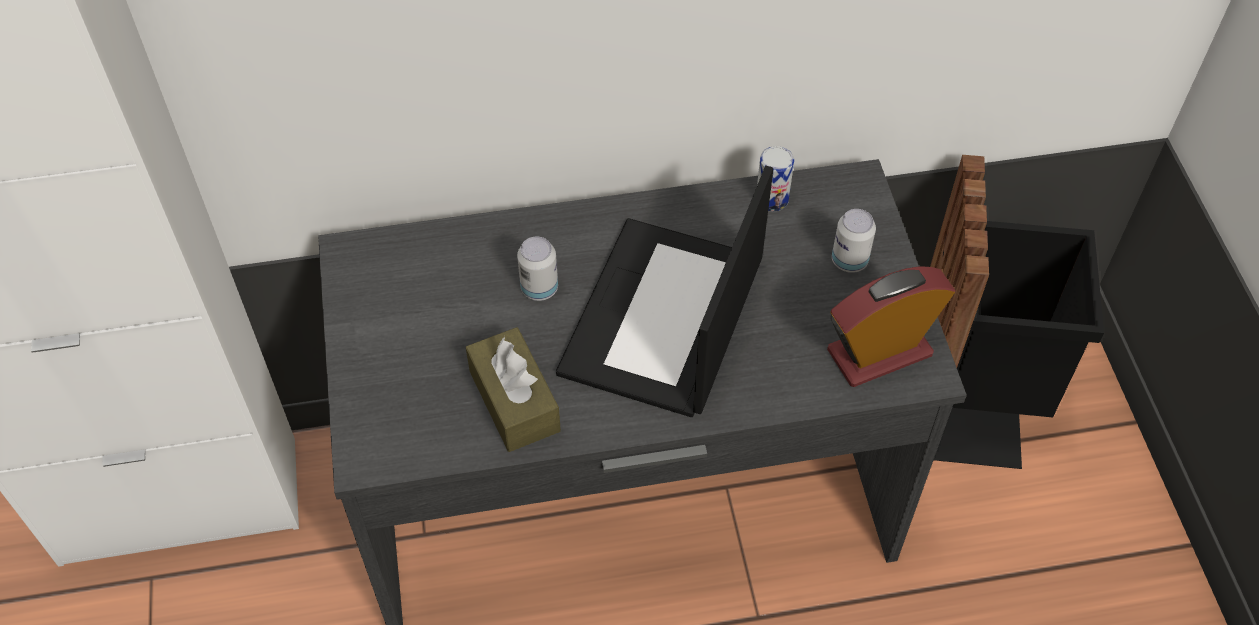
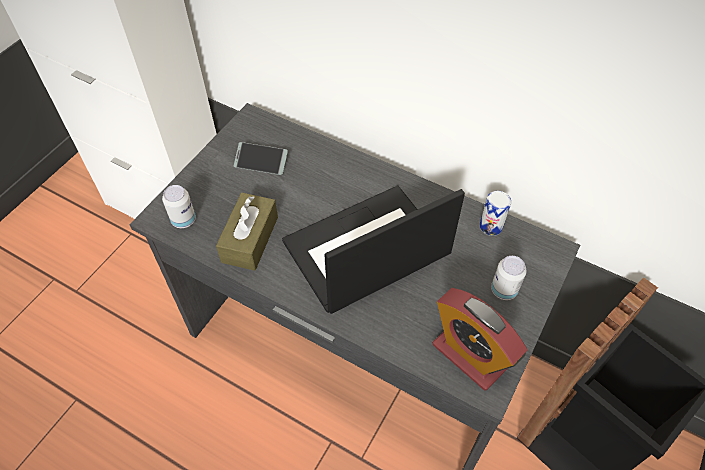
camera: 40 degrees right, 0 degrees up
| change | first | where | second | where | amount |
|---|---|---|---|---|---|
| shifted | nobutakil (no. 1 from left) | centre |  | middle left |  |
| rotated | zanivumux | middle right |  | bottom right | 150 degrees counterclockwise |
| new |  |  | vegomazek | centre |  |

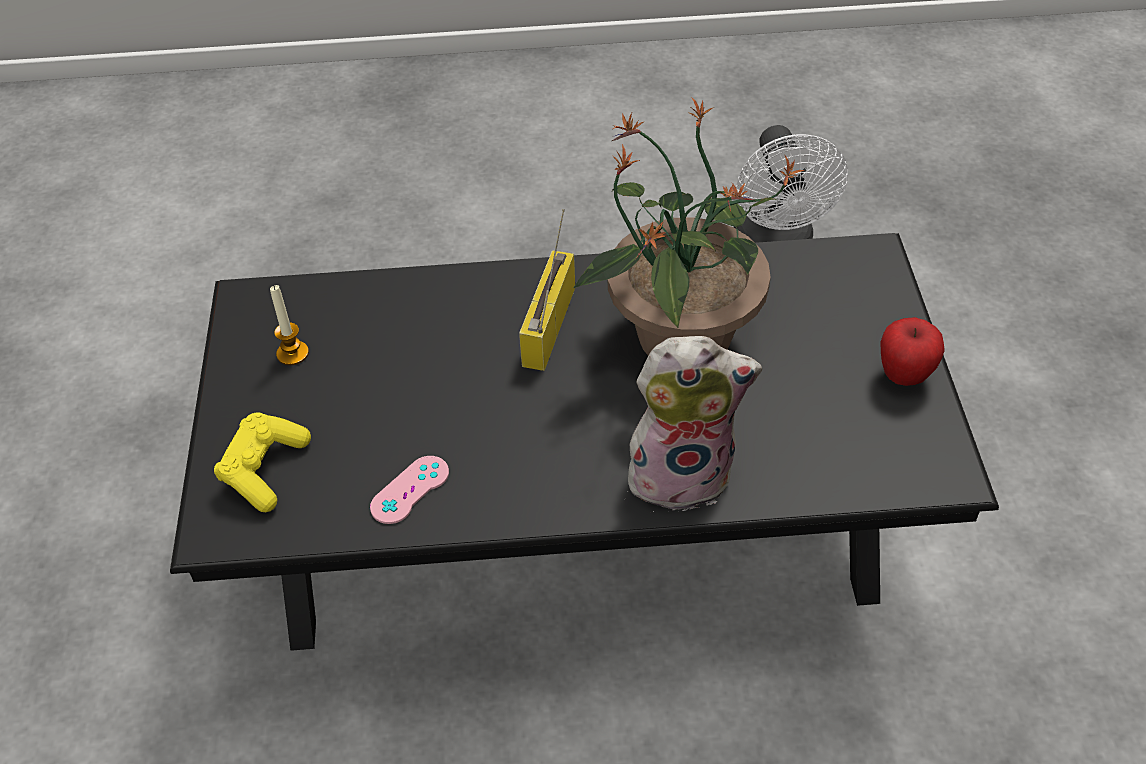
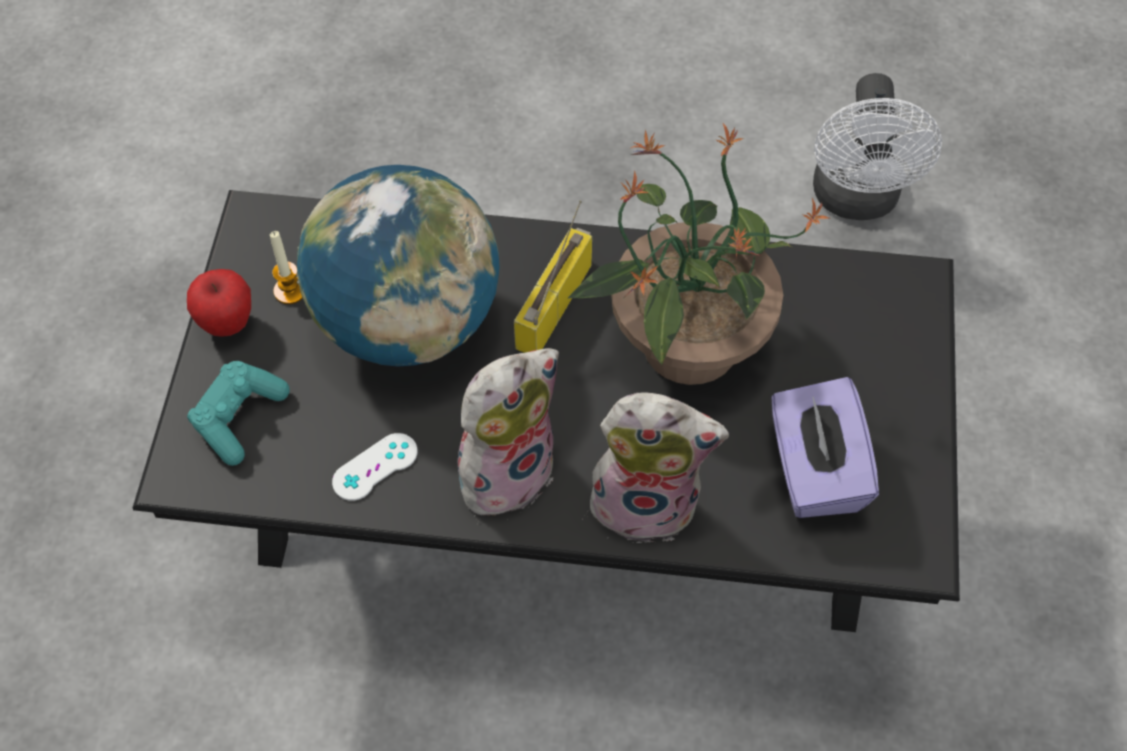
camera: 10 degrees right, 10 degrees up
| change | first | where | second | where | amount |
|---|---|---|---|---|---|
| repainted | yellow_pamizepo | middle left | turquoise_pamizepo | middle left |  |
| repainted | pink_pamizepo | centre | white_pamizepo | middle left |  |
| shifted | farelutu | middle right |  | middle left |  |
| new |  |  | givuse | centre |  |
| new |  |  | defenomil (no. 1 from left) | centre |  |
| new |  |  | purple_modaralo | middle right |  |

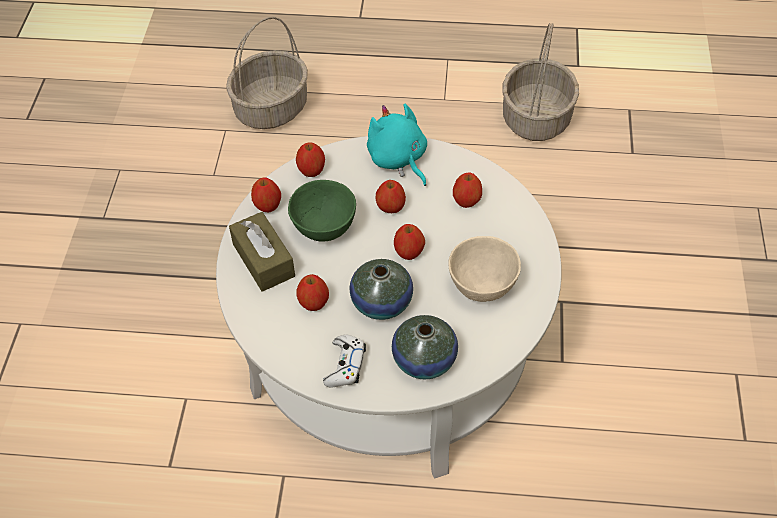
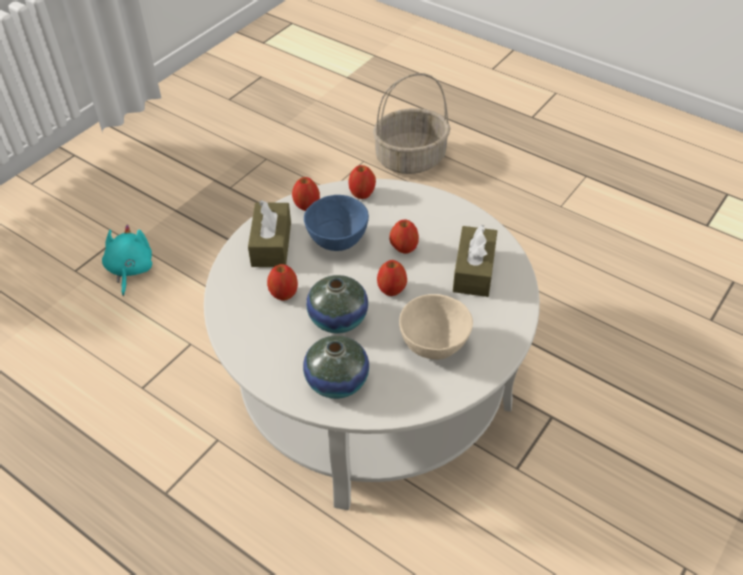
camera: 30 degrees right, 5 degrees down
| change | first | where | second | where | amount |
|---|---|---|---|---|---|
| repainted | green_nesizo | centre | blue_nesizo | centre |  |
| gone | white_pamizepo | bottom centre |  |  |  |
| shifted | turquoise_defenomil | top centre |  | middle left |  |
| swapped | farelutu (no. 6 from left) | centre | brown_modaralo (no. 2 from left) | centre |  |
| gone | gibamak (no. 2 from left) | top right |  |  |  |

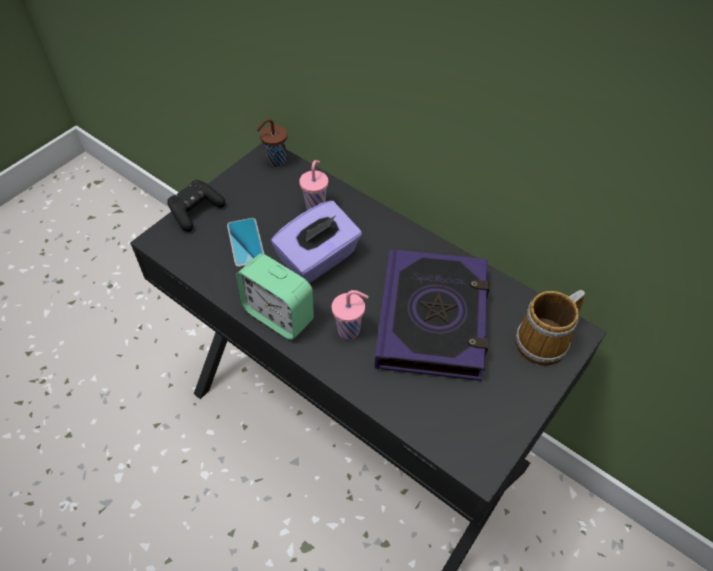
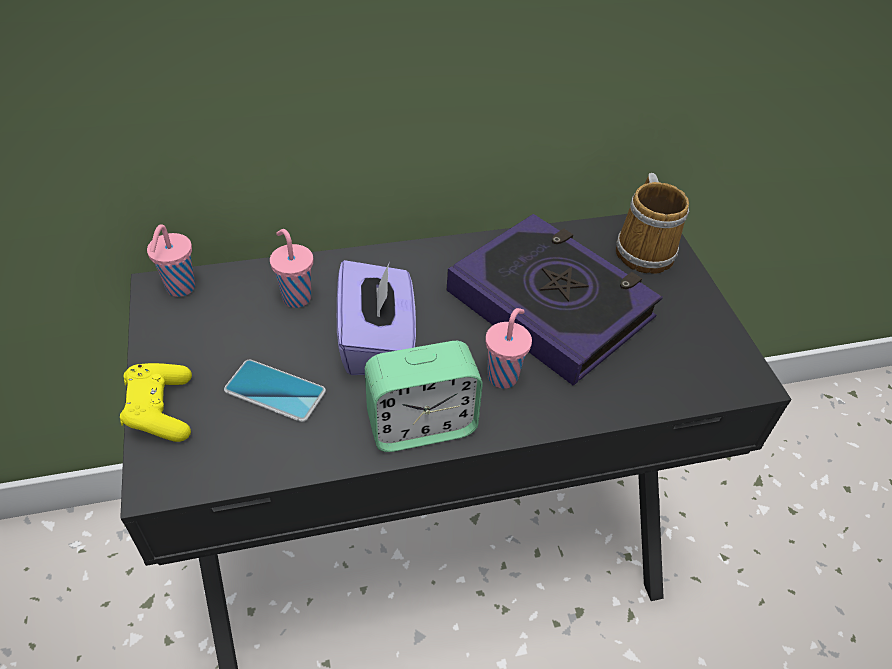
camera: 55 degrees left, 5 degrees down
| change | first | where | second | where | amount |
|---|---|---|---|---|---|
| repainted | black_pamizepo | middle left | yellow_pamizepo | middle left |  |
| repainted | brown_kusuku | top centre | pink_kusuku (no. 1 from left) | middle left |  |

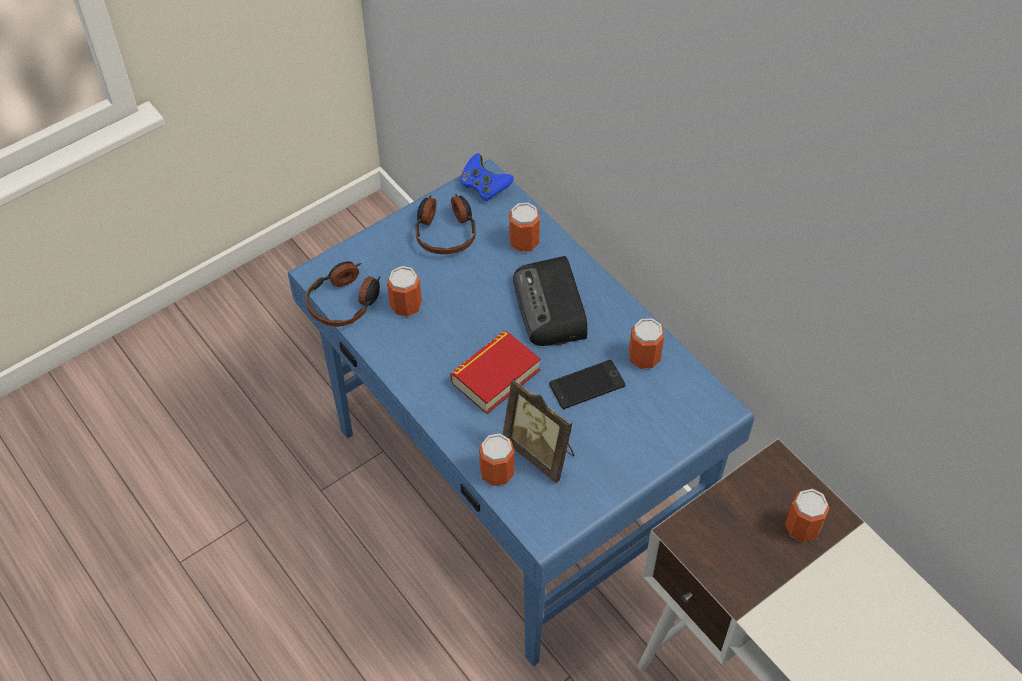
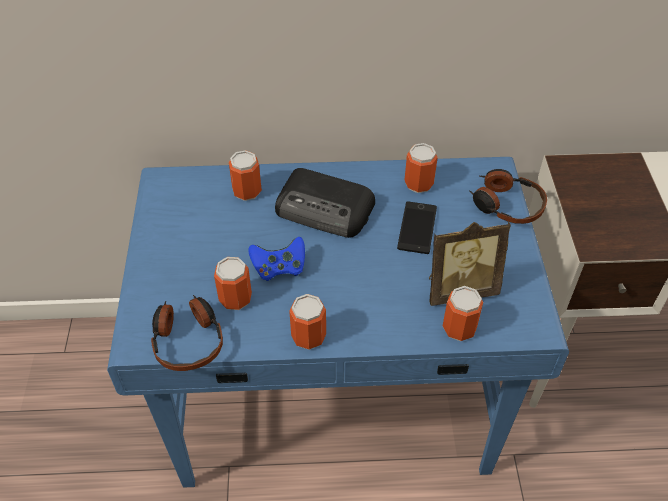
camera: 55 degrees left, 5 degrees down
| change | first | where | second | where | amount |
|---|---|---|---|---|---|
| shifted | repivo (no. 2 from left) | top centre |  | middle right |  |
| gone | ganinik | centre |  |  |  |
| shifted | blue_pamizepo | top centre |  | centre |  |
| shifted | nobutakil (no. 5 from left in the first image) | bottom right | nobutakil (no. 3 from left) | centre |  |

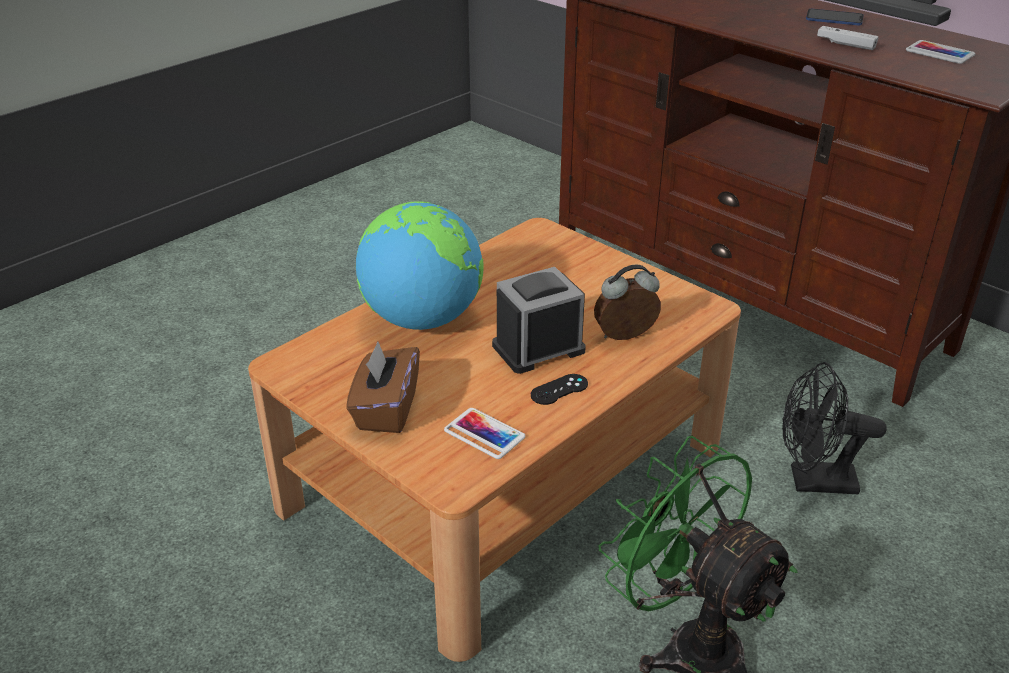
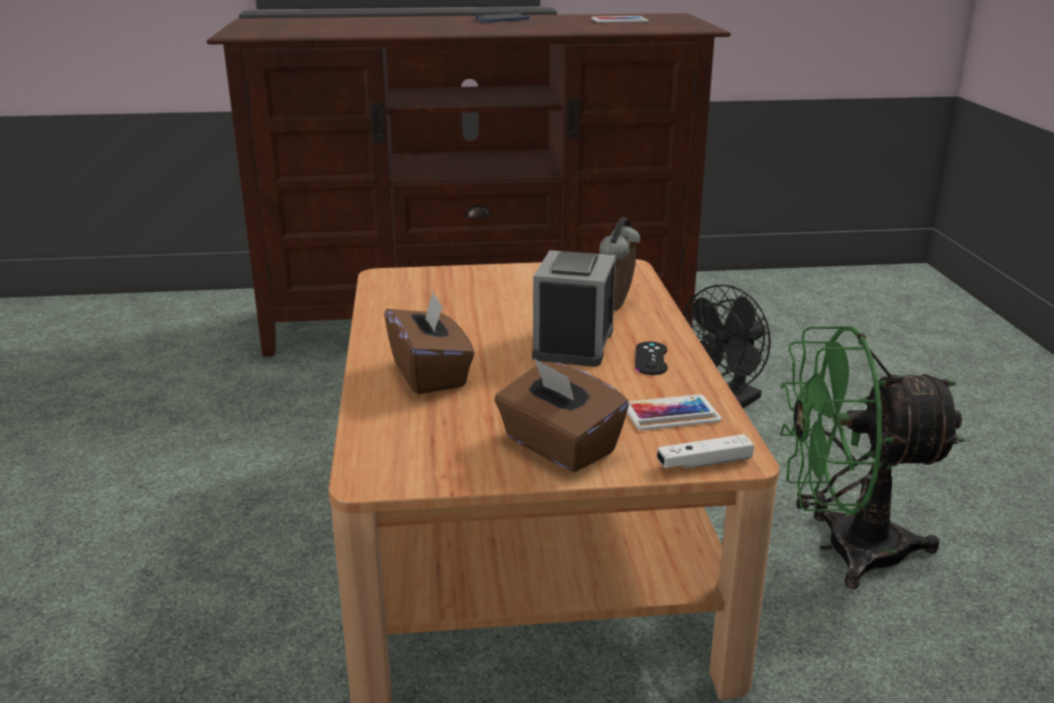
camera: 50 degrees left, 10 degrees down
| change | first | where | second | where | amount |
|---|---|---|---|---|---|
| swapped | givuse | centre | brown_modaralo (no. 1 from left) | centre |  |
| shifted | white_pamizepo | top right |  | middle right |  |

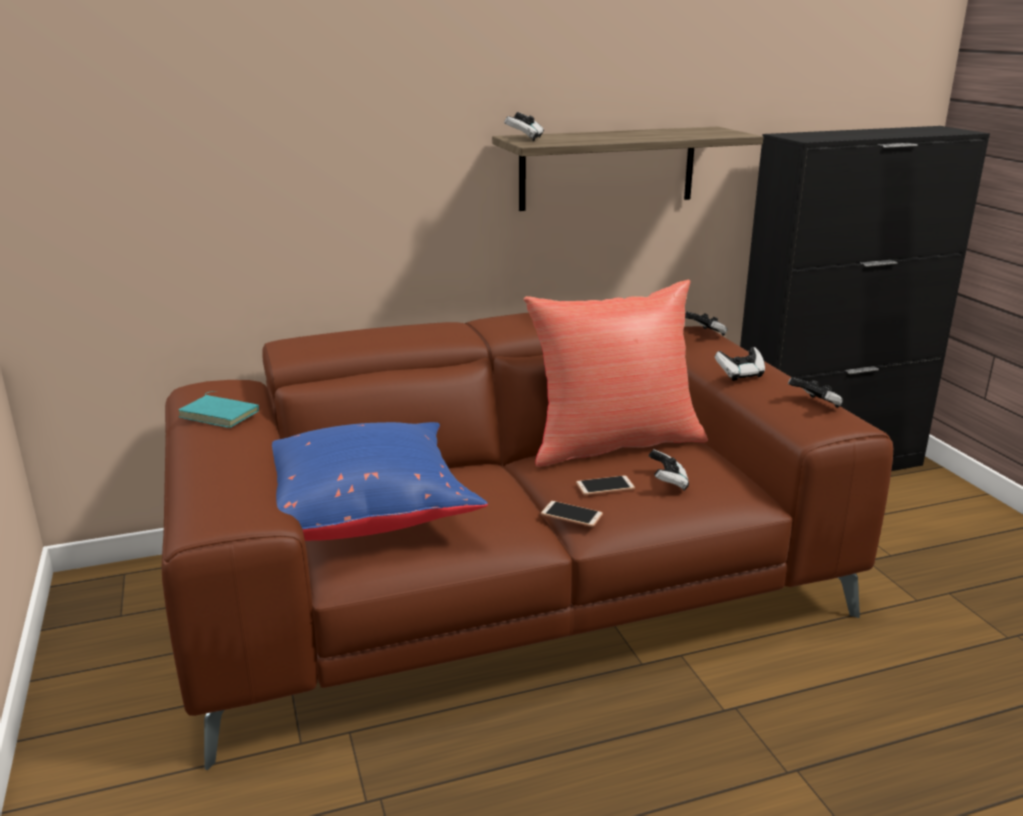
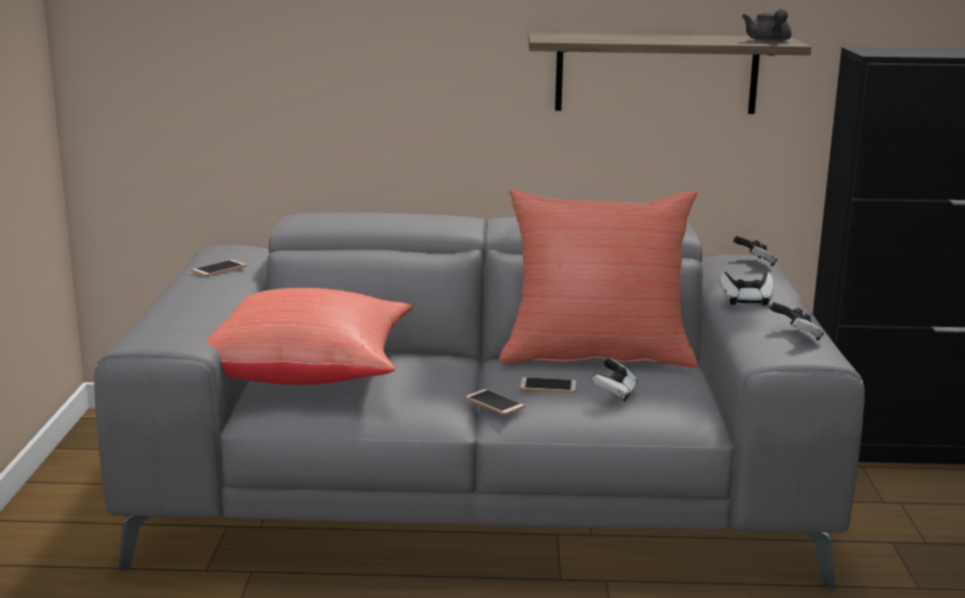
camera: 20 degrees right, 5 degrees down
| change | first | where | second | where | amount |
|---|---|---|---|---|---|
| repainted | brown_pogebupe | centre | grey_pogebupe | bottom centre |  |
| swapped | turquoise_ganinik | middle left | vegomazek (no. 1 from left) | middle left |  |
| repainted | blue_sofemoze | centre | red_sofemoze (no. 1 from left) | middle left |  |
| gone | pamizepo (no. 1 from left) | top centre |  |  |  |
| new |  |  | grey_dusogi | top right |  |

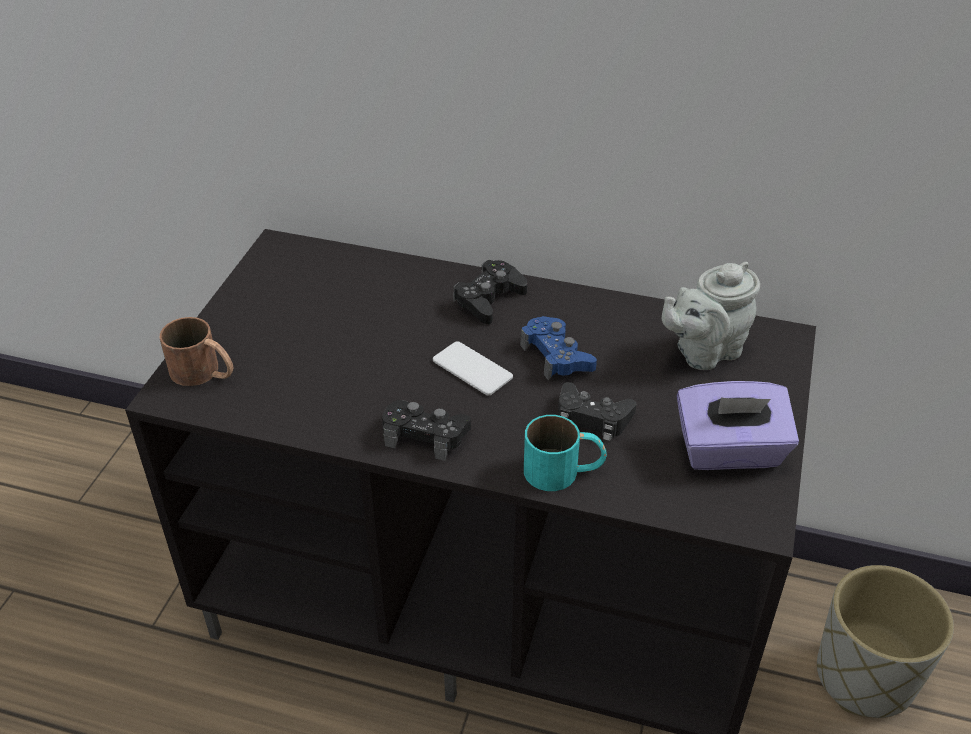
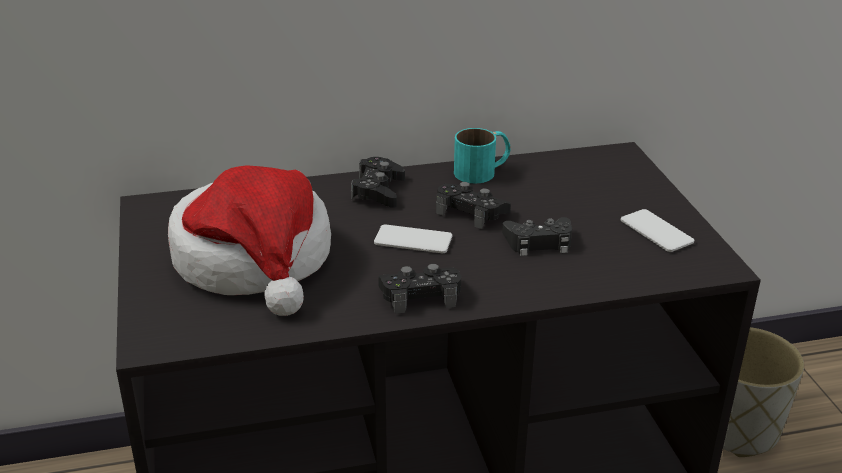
camera: 30 degrees left, 10 degrees down
| change | first | where | second | where | amount |
|---|---|---|---|---|---|
| gone | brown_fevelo | middle left |  |  |  |
| repainted | blue_pamizepo | centre | black_pamizepo (no. 3 from left) | centre |  |
| shifted | turquoise_fevelo | centre |  | top centre |  |
| gone | grey_dusogi | middle right |  |  |  |
| swapped | purple_modaralo | middle right | vegomazek (no. 2 from left) | middle right |  |
| new |  |  | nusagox | middle left |  |

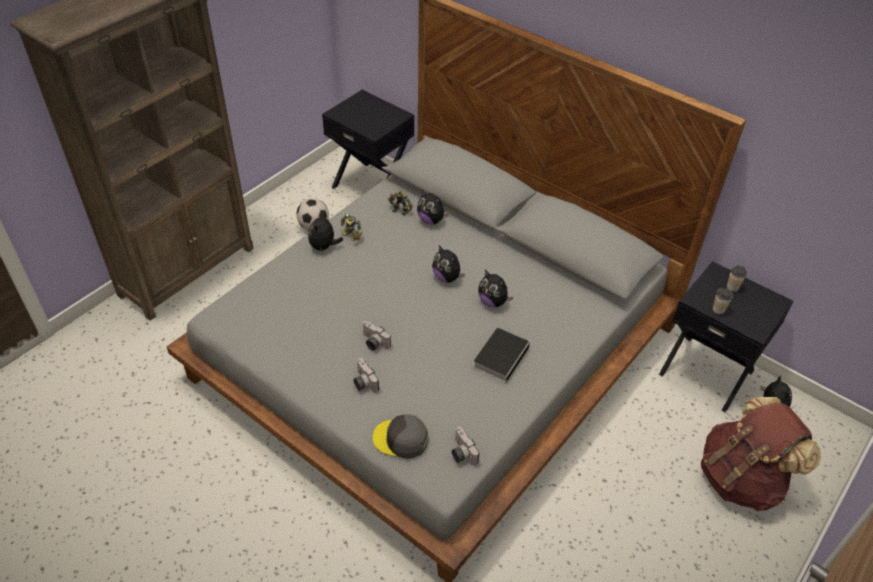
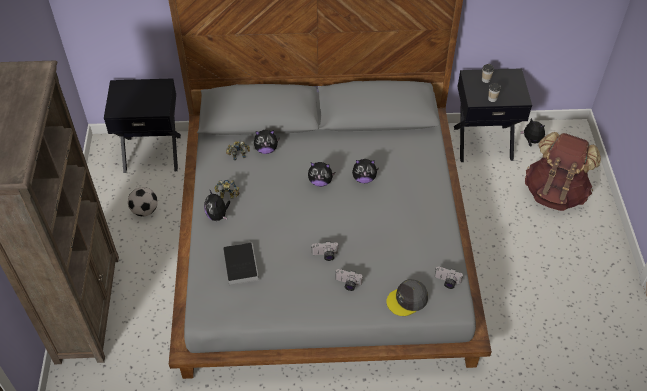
camera: 40 degrees left, 5 degrees up
| change | first | where | second | where | amount |
|---|---|---|---|---|---|
| shifted | ganinik | centre |  | bottom centre |  |

